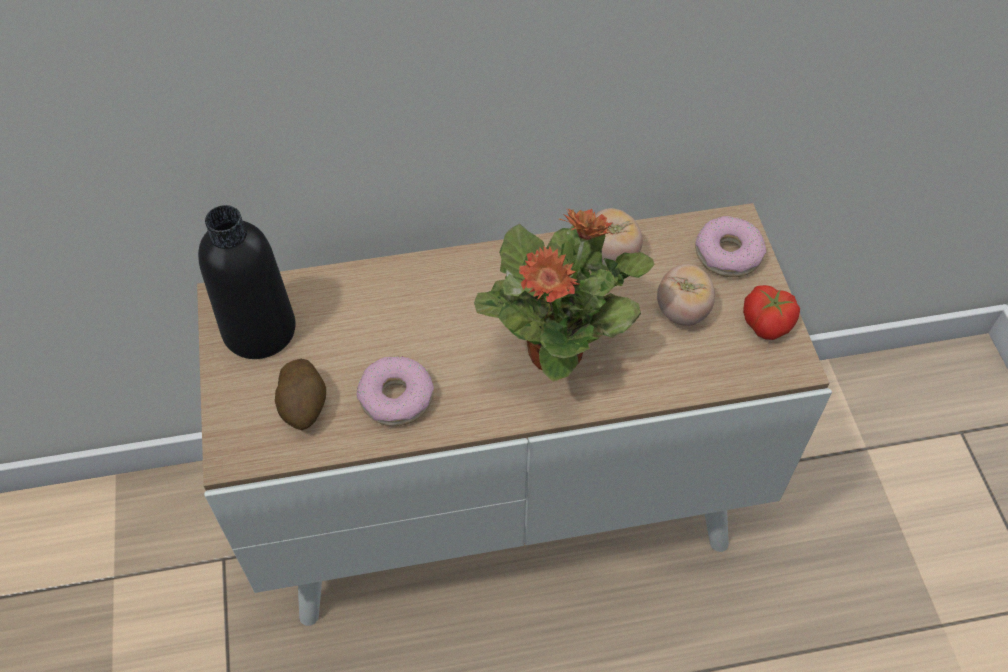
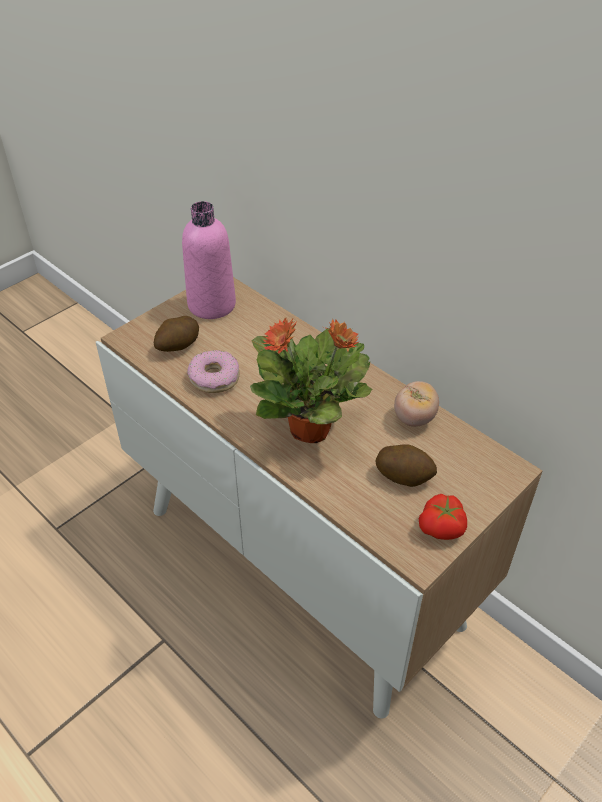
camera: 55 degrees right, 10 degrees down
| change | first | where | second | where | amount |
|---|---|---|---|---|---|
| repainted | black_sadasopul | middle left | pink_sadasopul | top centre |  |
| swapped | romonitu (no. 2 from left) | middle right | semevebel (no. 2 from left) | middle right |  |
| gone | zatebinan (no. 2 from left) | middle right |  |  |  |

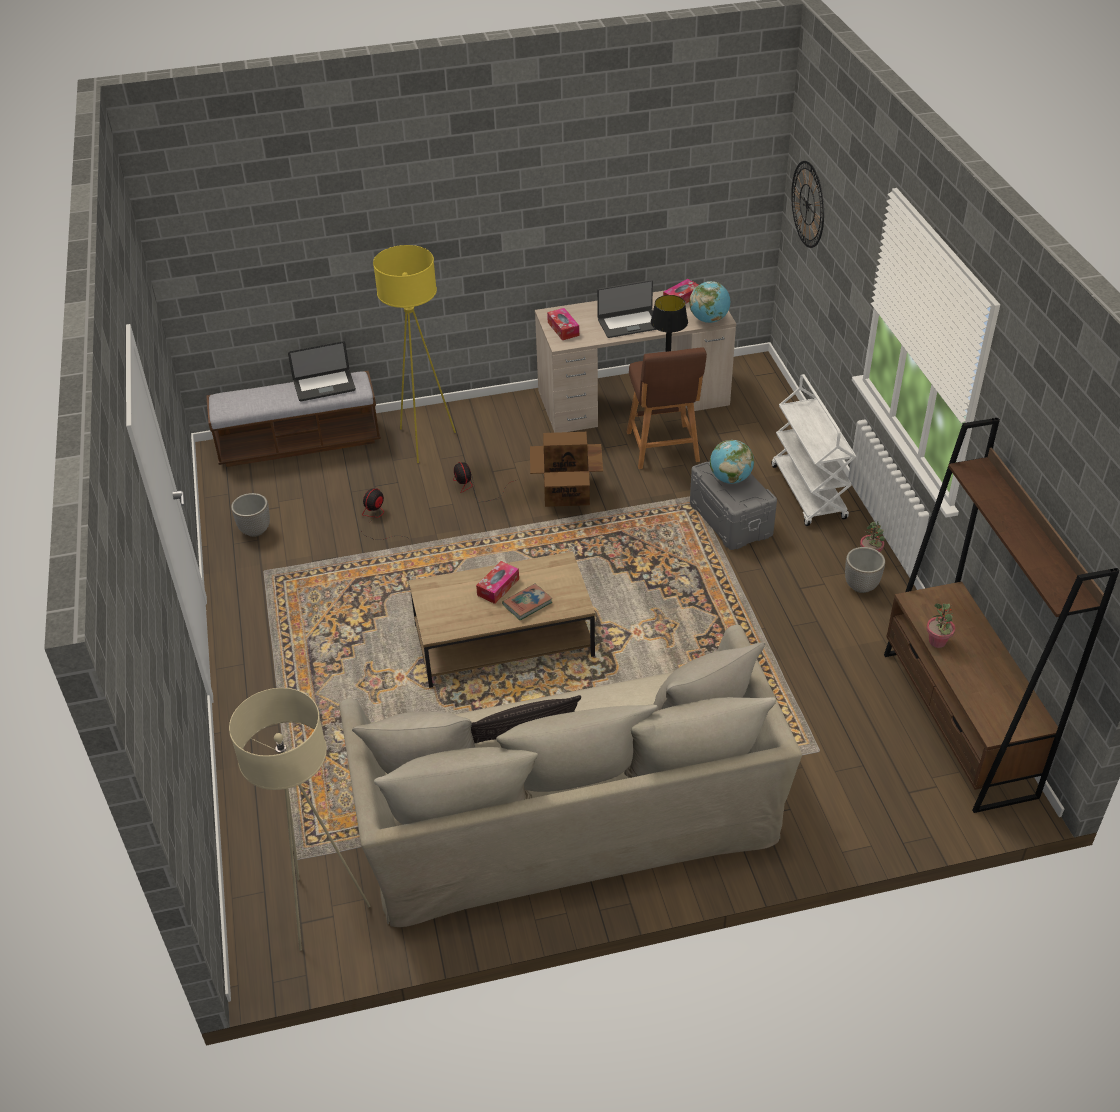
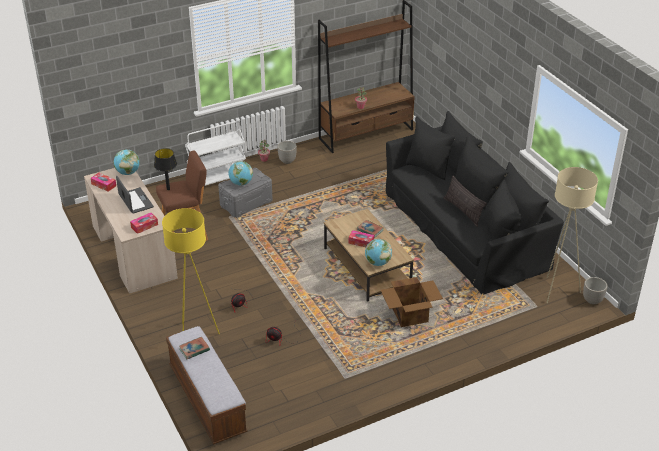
camera: 105 degrees left, 5 degrees down
| change | first | where | second | where | amount |
|---|---|---|---|---|---|
| shifted | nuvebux (no. 1 from left in the first image) | middle left | nuvebux (no. 2 from left) | middle right |  |
| swapped | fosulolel (no. 1 from left) | middle left | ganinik (no. 1 from left) | bottom left |  |
| repainted | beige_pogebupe | bottom centre | black_pogebupe | middle right |  |
| shifted | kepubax | centre |  | bottom centre |  |
| gone | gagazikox | top right |  |  |  |
| new |  |  | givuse (no. 3 from left) | centre |  |

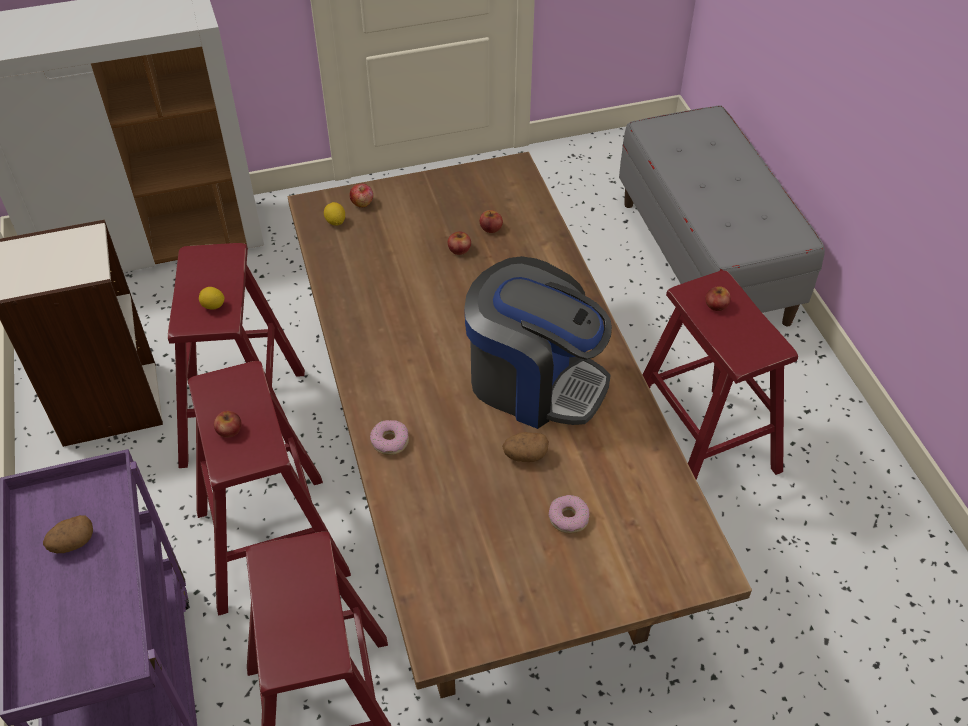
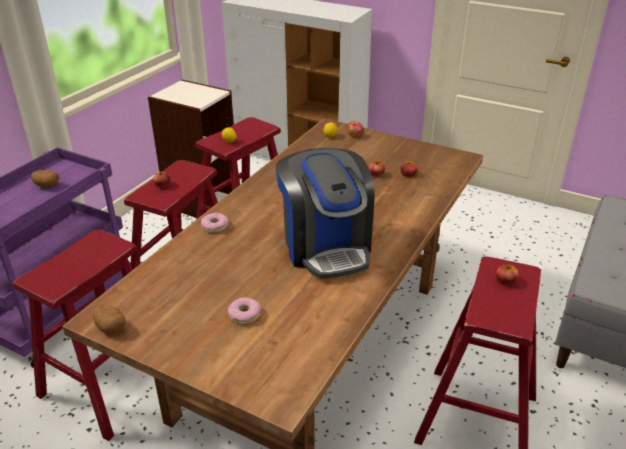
camera: 45 degrees right, 15 degrees down
| change | first | where | second | where | amount |
|---|---|---|---|---|---|
| shifted | semevebel (no. 2 from left) | centre |  | bottom left |  |

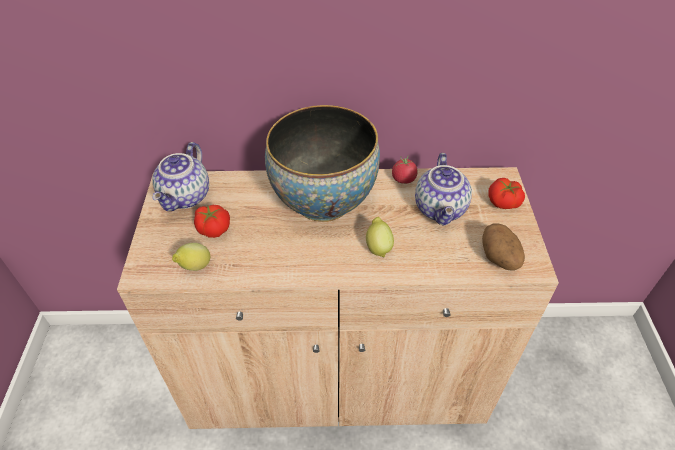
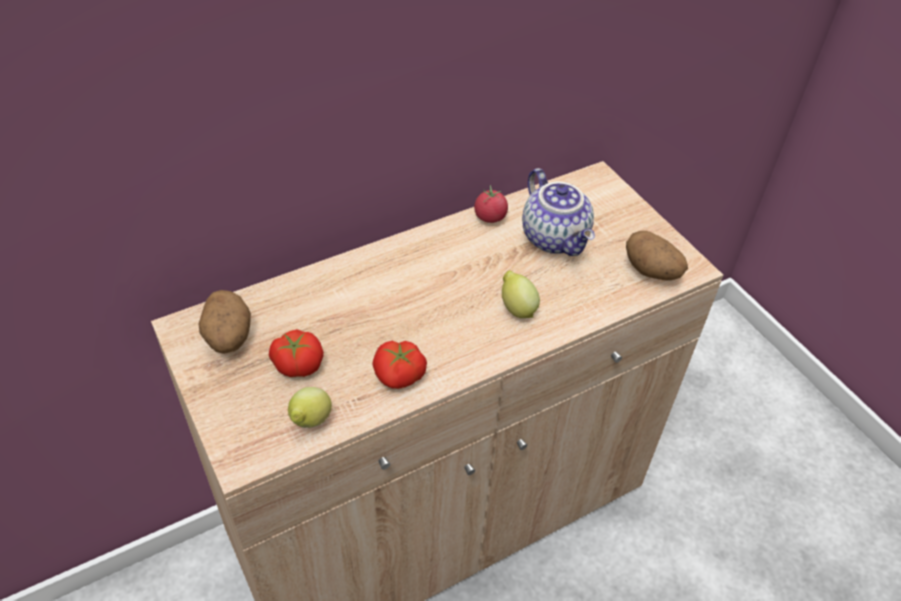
camera: 30 degrees left, 0 degrees up
| change | first | where | second | where | amount |
|---|---|---|---|---|---|
| swapped | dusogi (no. 1 from left) | middle left | semevebel (no. 1 from left) | middle left |  |
| gone | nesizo | centre |  |  |  |
| shifted | romonitu (no. 3 from left in the first image) | middle right | romonitu (no. 2 from left) | centre |  |

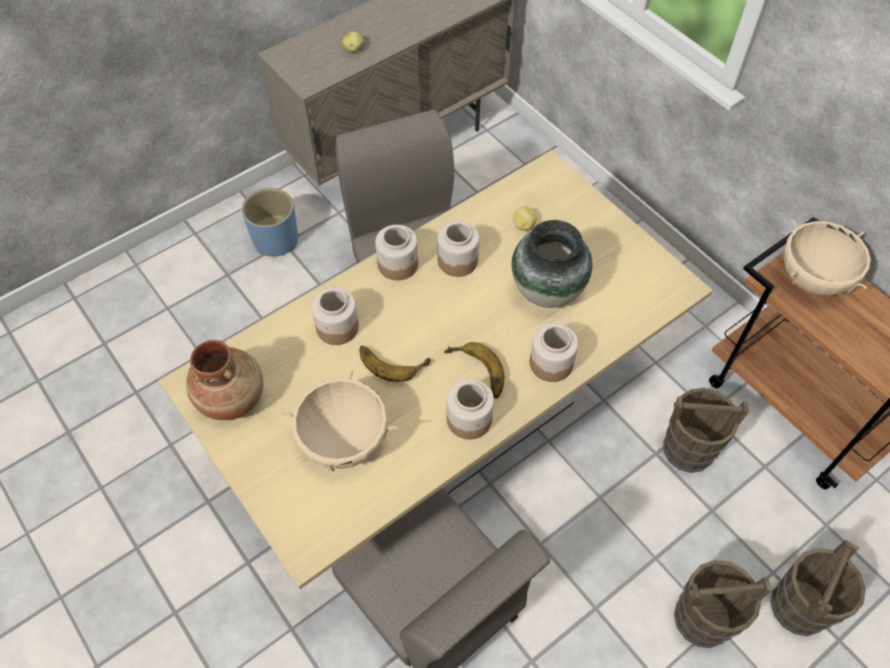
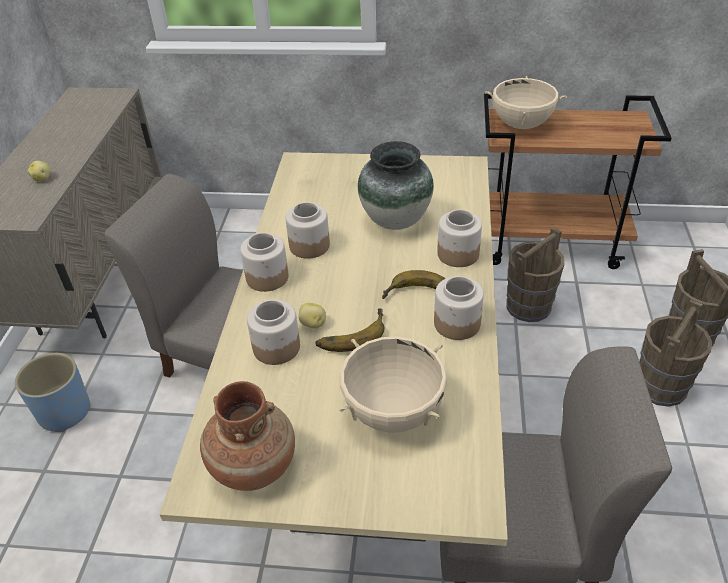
camera: 45 degrees left, 15 degrees down
| change | first | where | second | where | amount |
|---|---|---|---|---|---|
| shifted | semevebel (no. 2 from left) | top centre |  | centre |  |

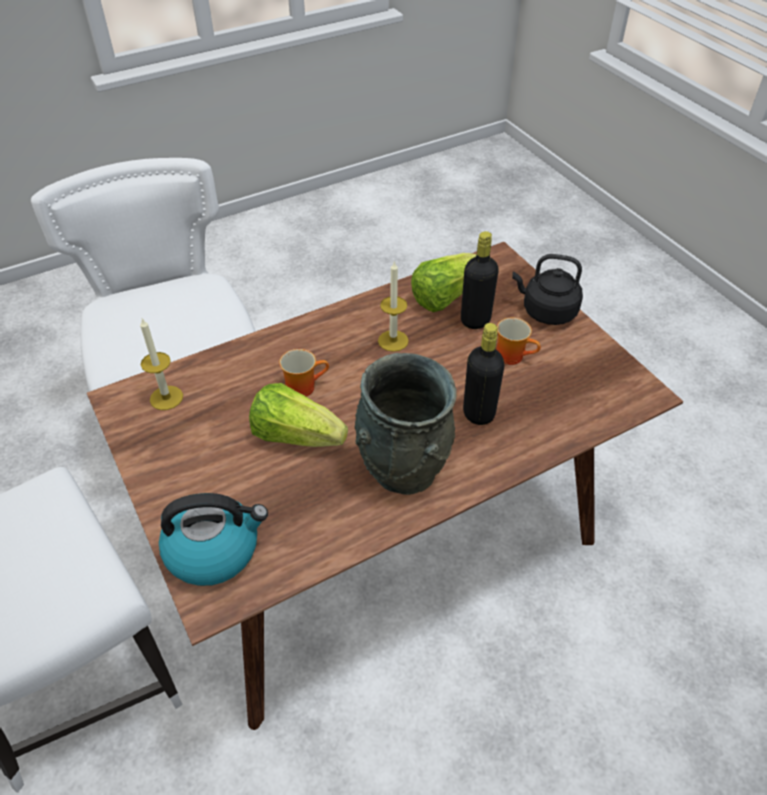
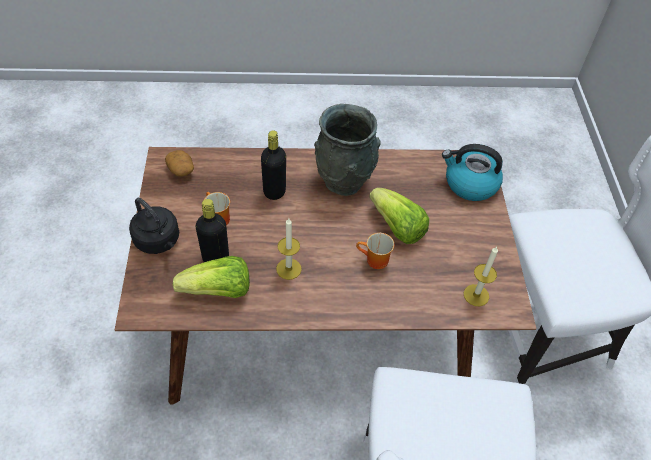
camera: 155 degrees left, 5 degrees up
| change | first | where | second | where | amount |
|---|---|---|---|---|---|
| new |  |  | semevebel | middle left |  |

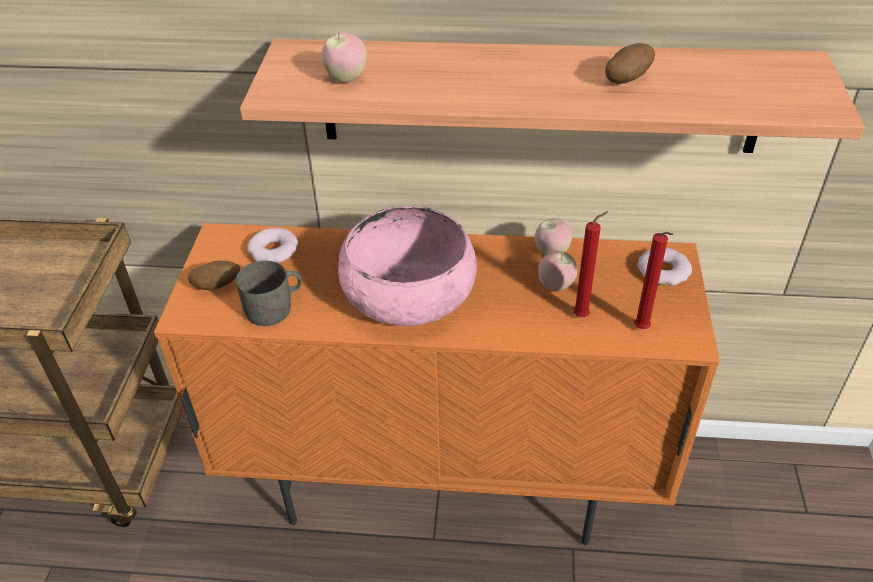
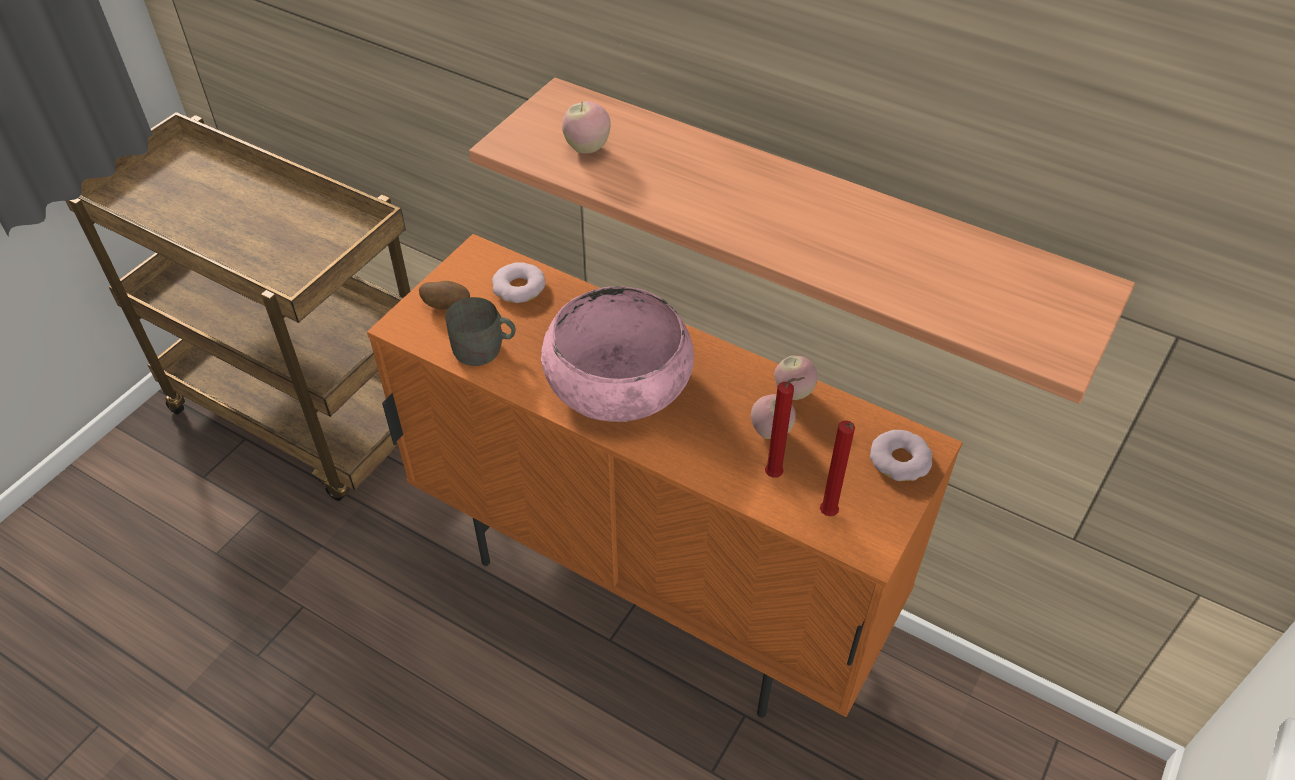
camera: 25 degrees right, 5 degrees up
| change | first | where | second | where | amount |
|---|---|---|---|---|---|
| gone | semevebel (no. 2 from left) | top right |  |  |  |

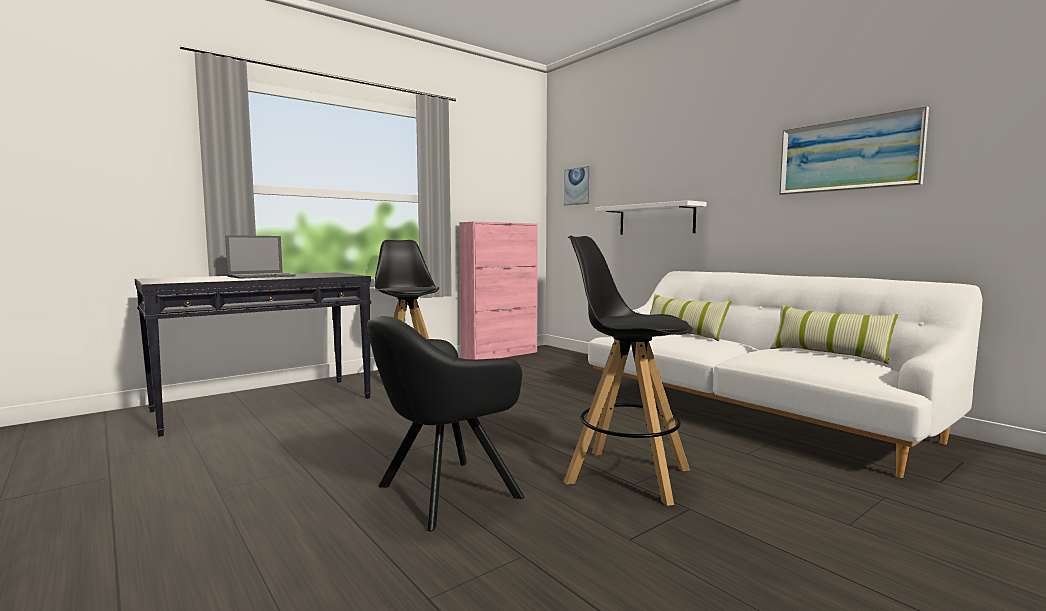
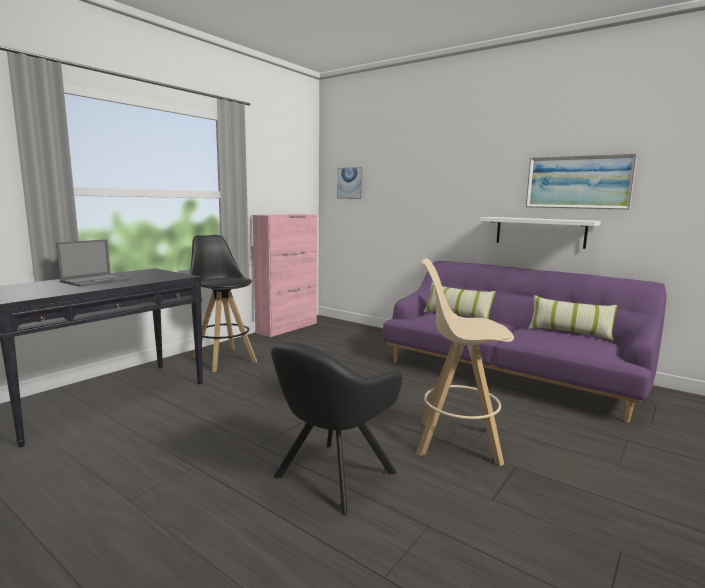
camera: 15 degrees left, 5 degrees up
| change | first | where | second | where | amount |
|---|---|---|---|---|---|
| repainted | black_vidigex (no. 2 from left) | centre | beige_vidigex | centre |  |
| repainted | white_pogebupe | middle right | purple_pogebupe | middle right |  |
| shifted | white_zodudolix | centre |  | middle right |  |

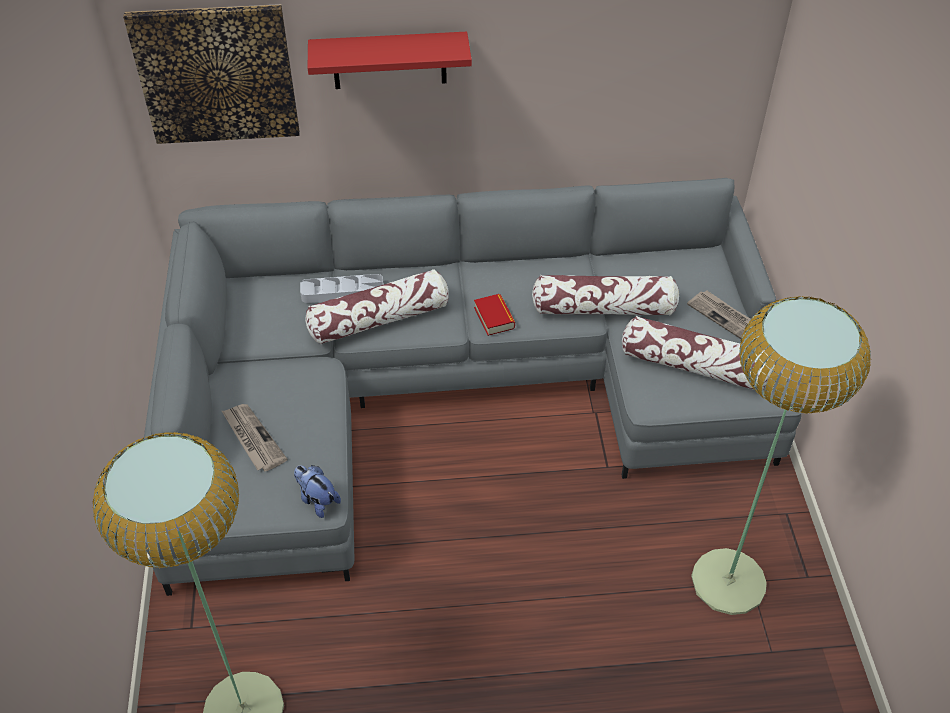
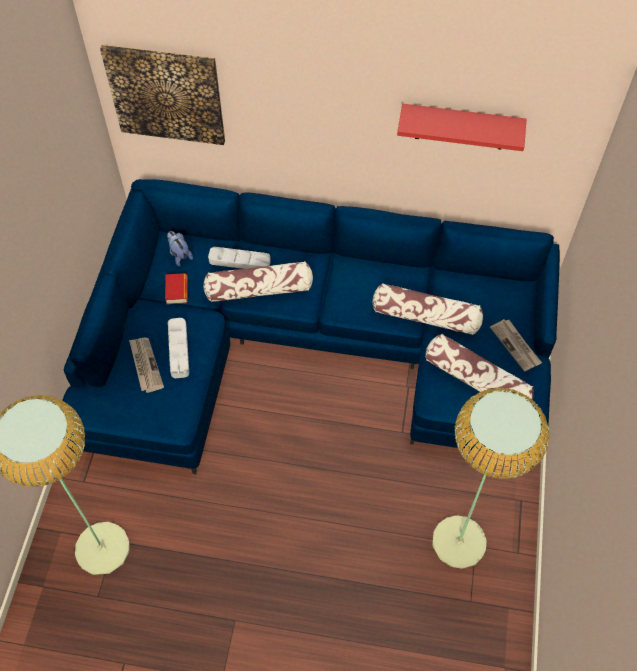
camera: 15 degrees right, 10 degrees up
| change | first | where | second | where | amount |
|---|---|---|---|---|---|
| repainted | grey_pogebupe | centre | blue_pogebupe | centre |  |
| shifted | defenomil | bottom centre |  | middle left |  |
| shifted | red_zodudolix | top centre |  | top right |  |
| shifted | ganinik | centre |  | middle left |  |
| new |  |  | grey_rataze (no. 1 from left) | middle left |  |

